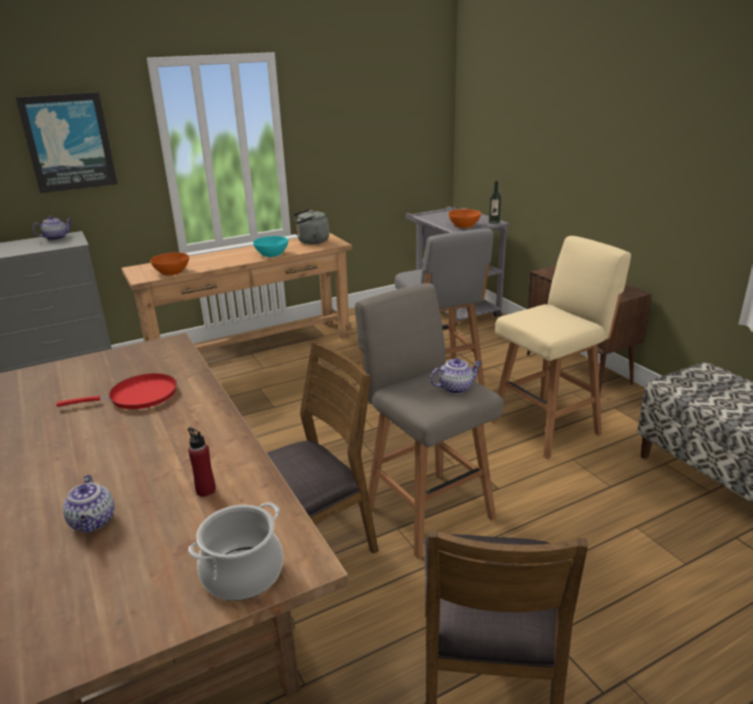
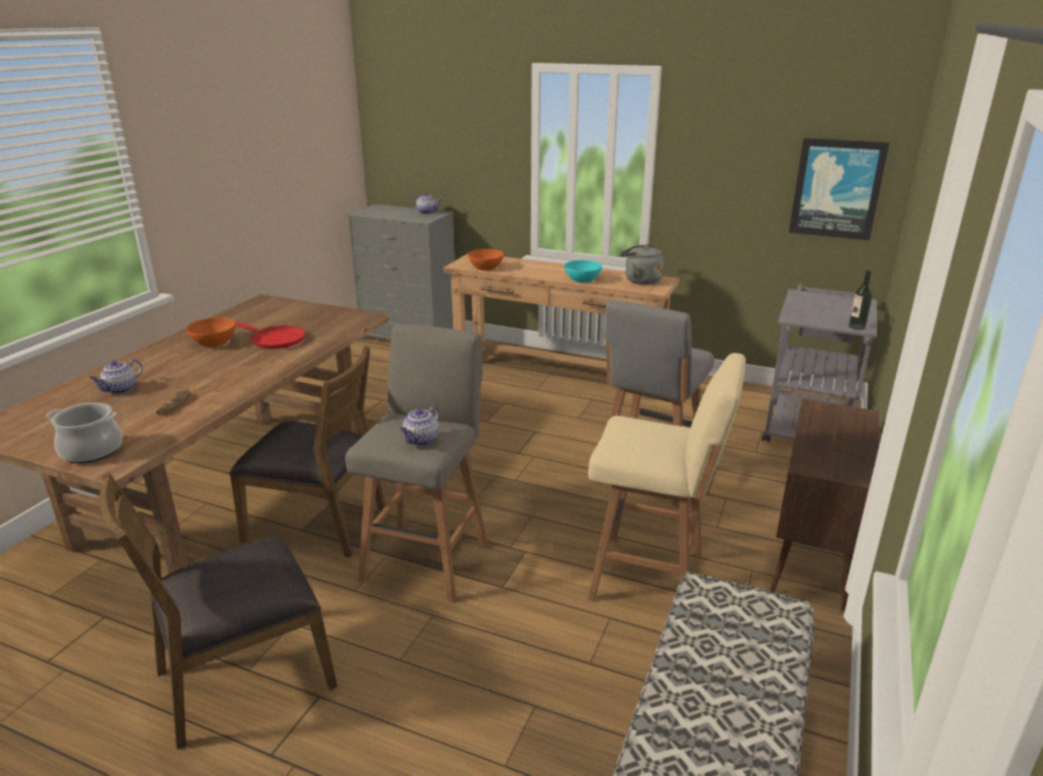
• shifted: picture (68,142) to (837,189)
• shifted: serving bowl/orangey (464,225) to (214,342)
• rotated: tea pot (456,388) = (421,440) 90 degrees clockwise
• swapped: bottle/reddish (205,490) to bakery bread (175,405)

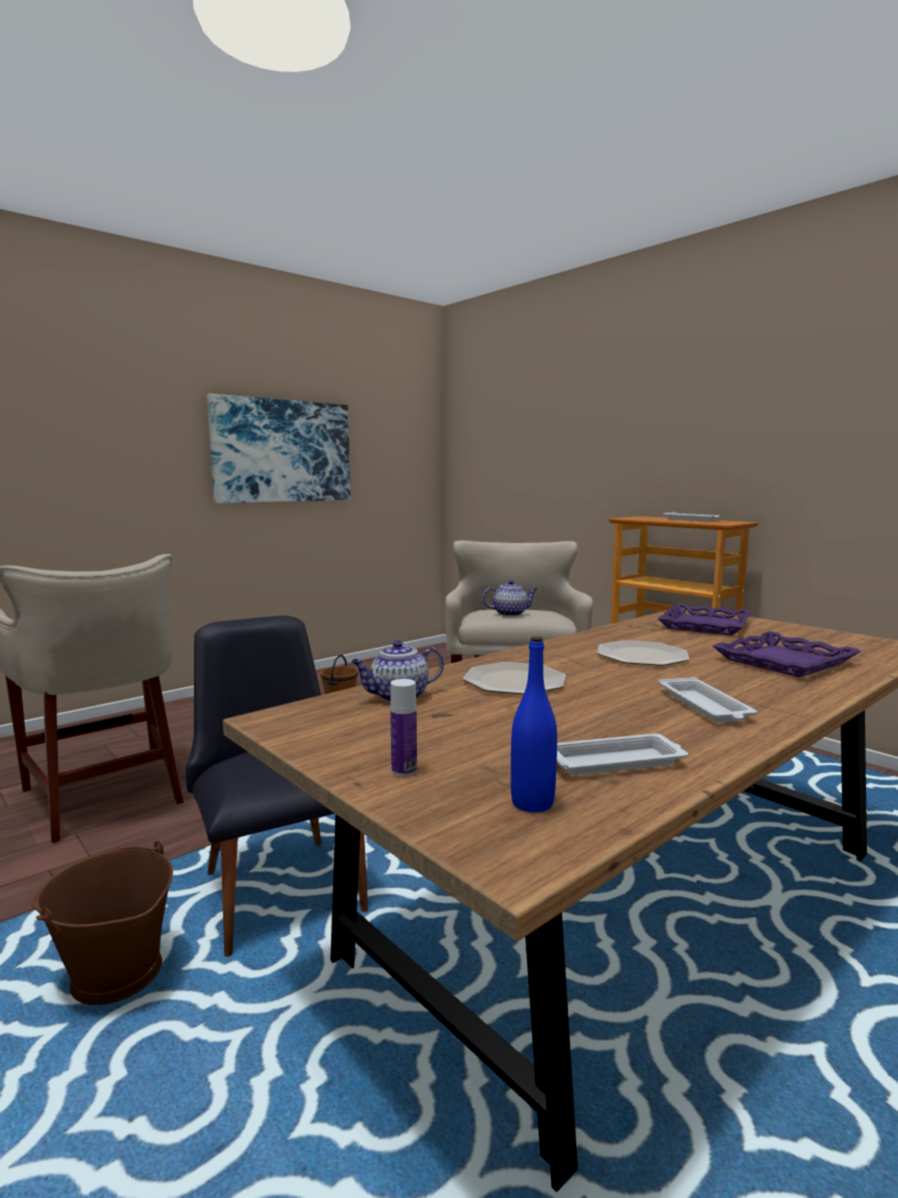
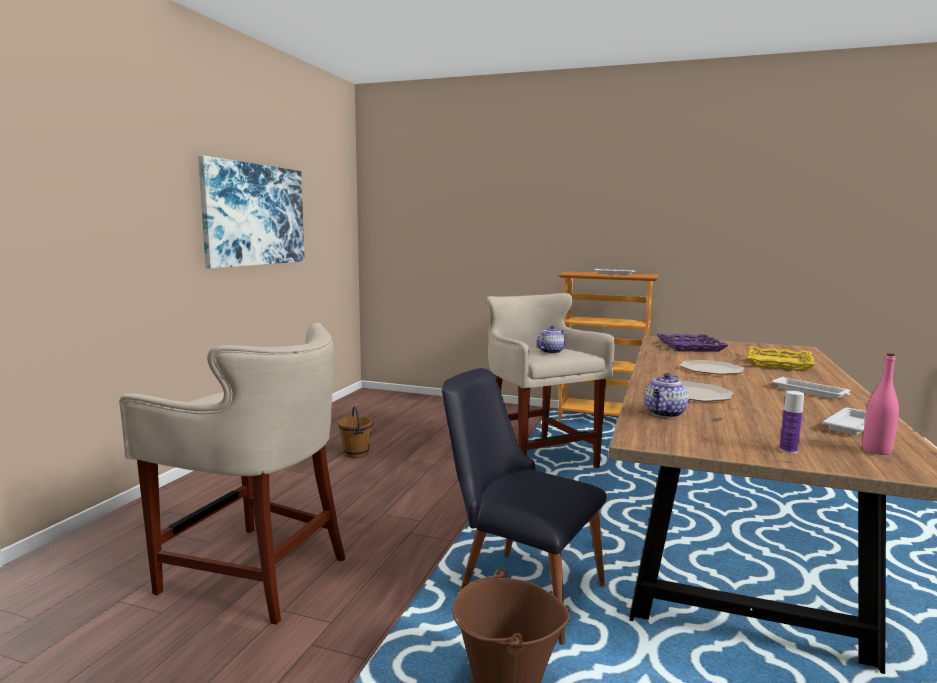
• repainted: tray/purple-coloured (783,661) to tray/yellow-coloured (778,363)
• repainted: bottle/blue-coloured (532,803) to bottle/pink-coloured (876,451)

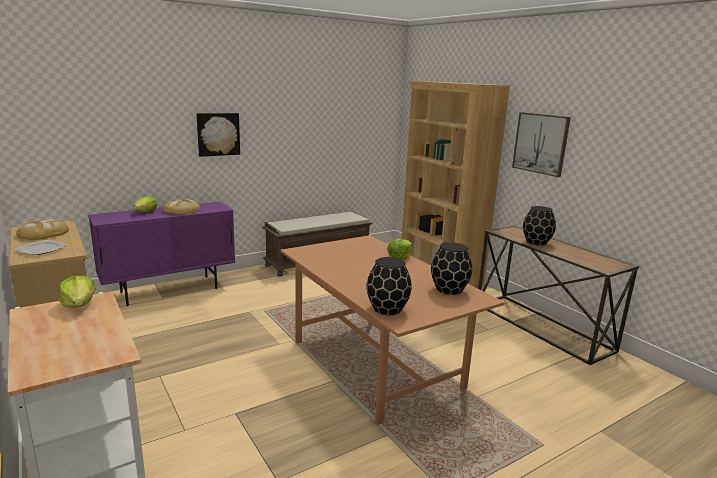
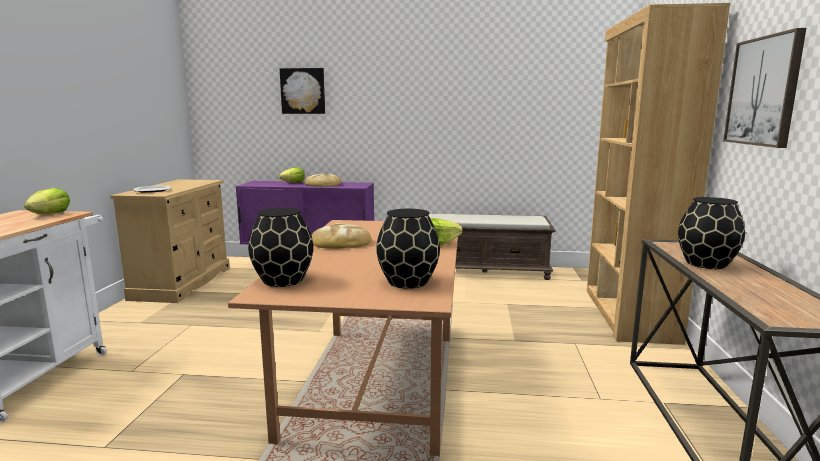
• shifted: picture (218,134) to (303,91)
• shifted: bakery bread (42,233) to (340,242)

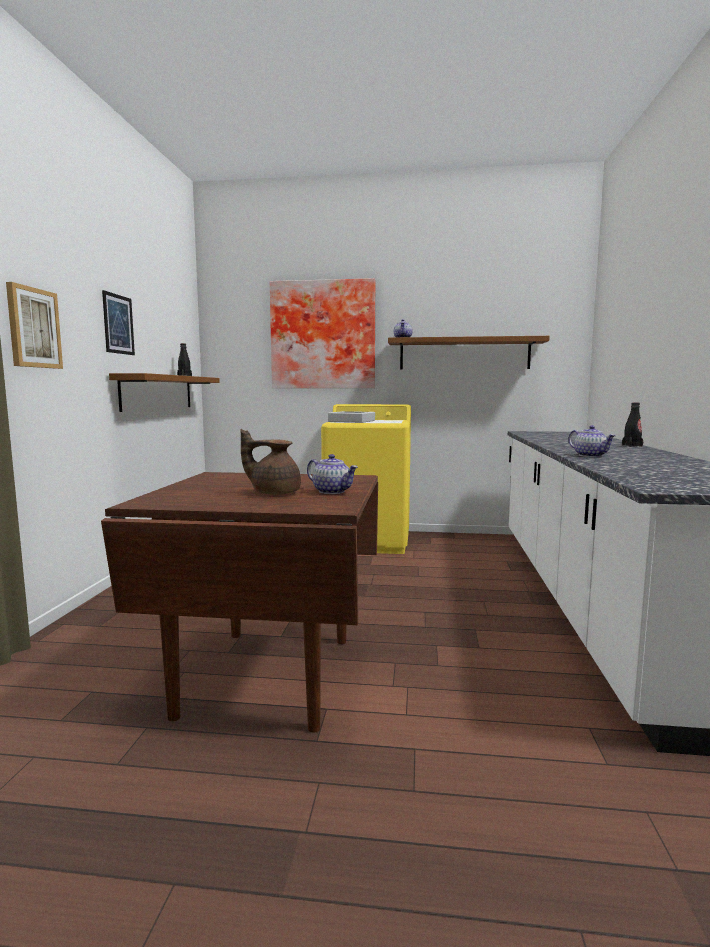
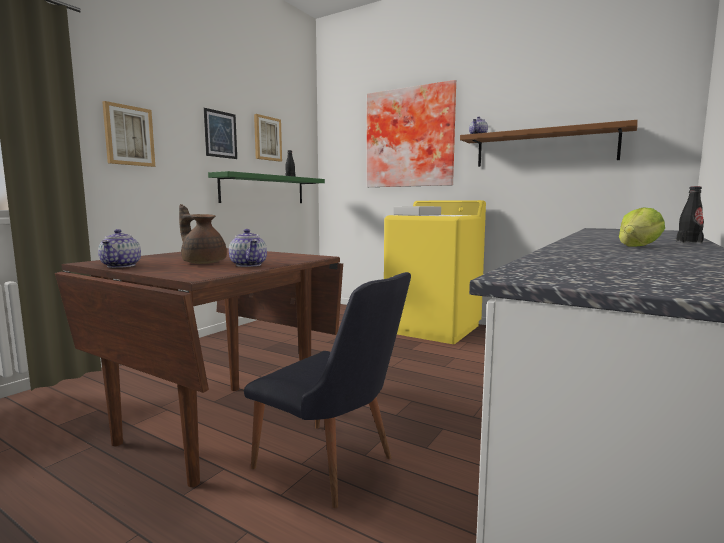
• repainted: shelf/brown (158,392) to shelf/greenish (264,189)
• shifted: tea pot (590,455) to (121,266)
• new: picture (267,138)
• new: lettuce head (638,246)
• new: chair/black (333,468)

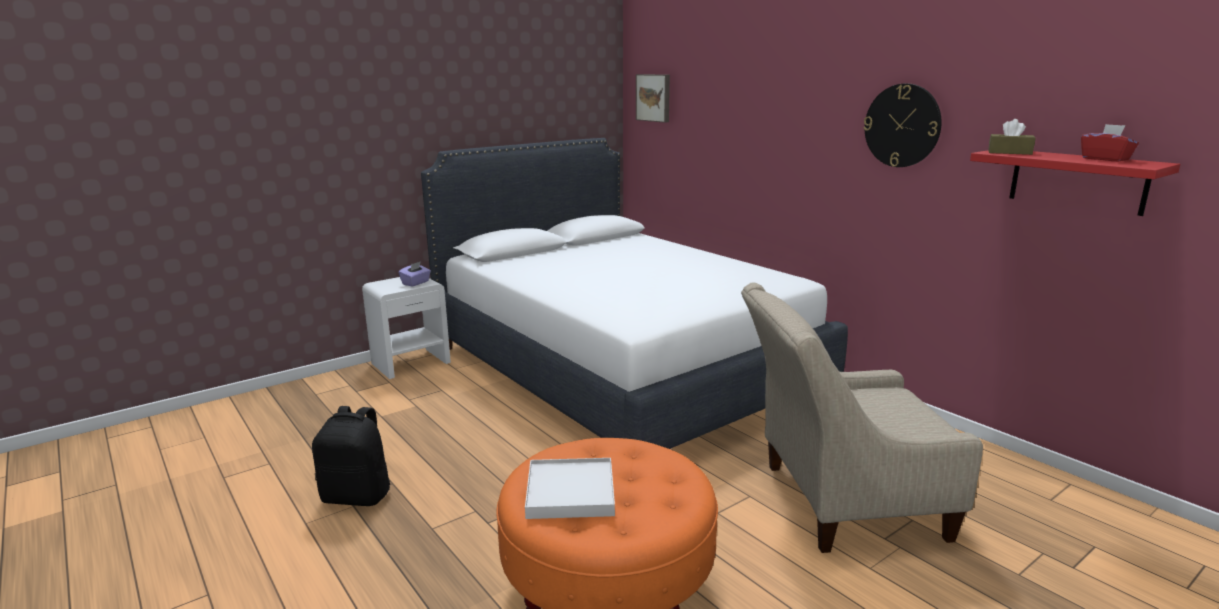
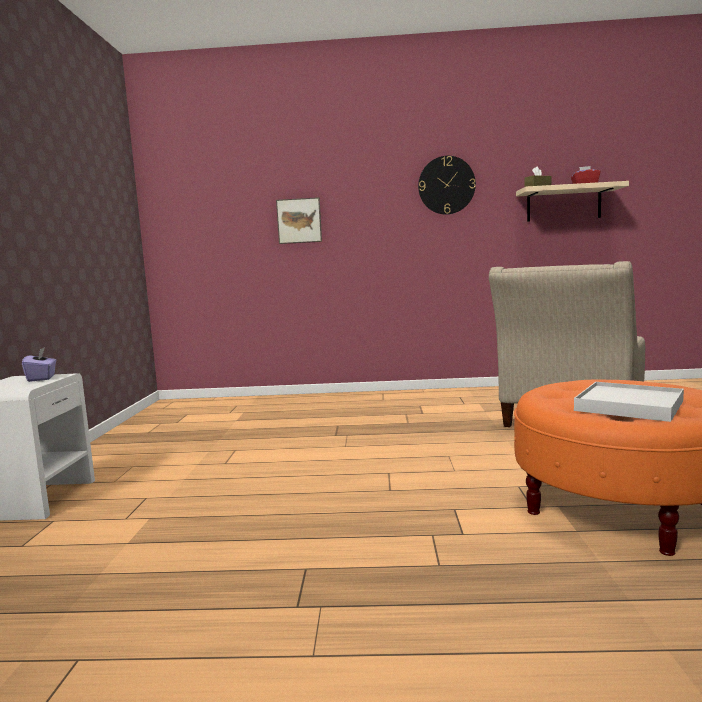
• shifted: picture (654,97) to (299,221)
• gone: bedroom bed/white (622,369)
• repainted: shelf/reddish (1077,181) to shelf/sand-coloured (563,204)
• gone: rucksack/black (357,496)

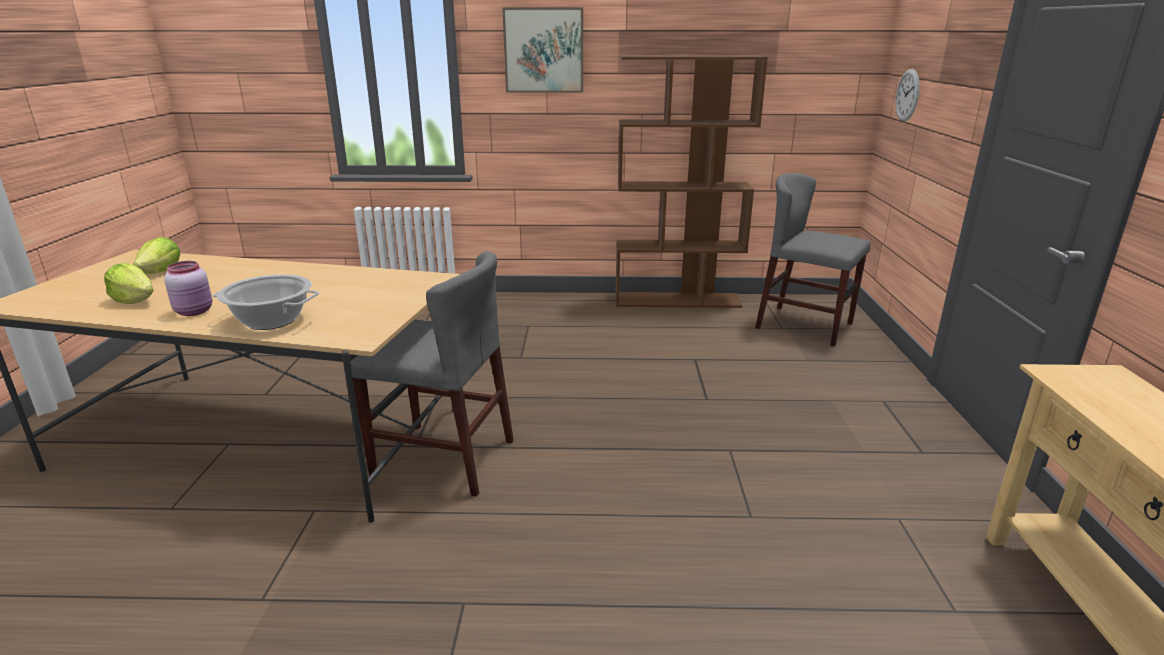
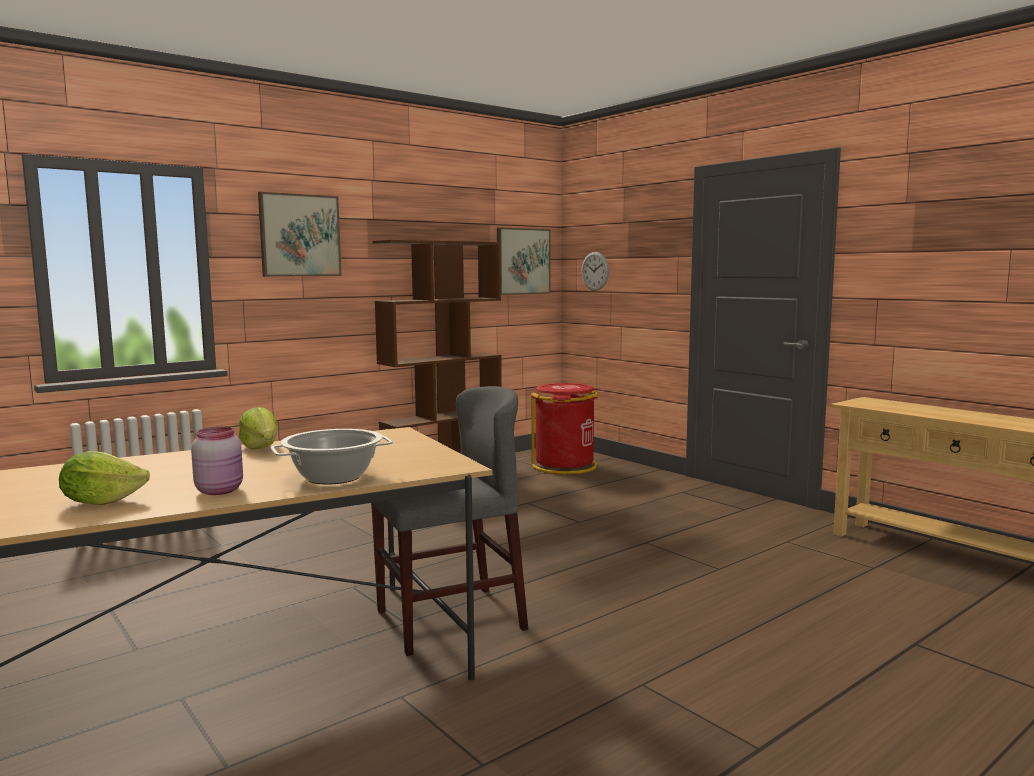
• swapped: chair/grey (804,325) to waste bin/reddish (565,466)
• shifted: lettuce head (162,272) to (261,447)
• new: picture (522,261)

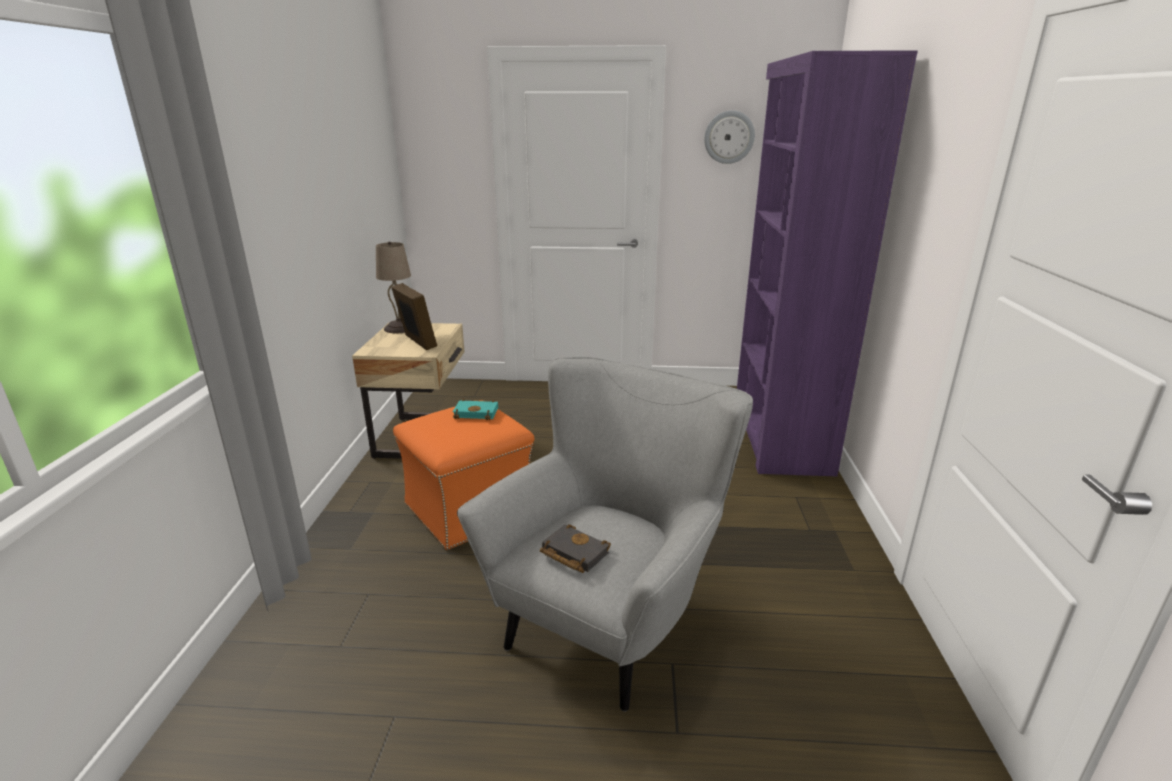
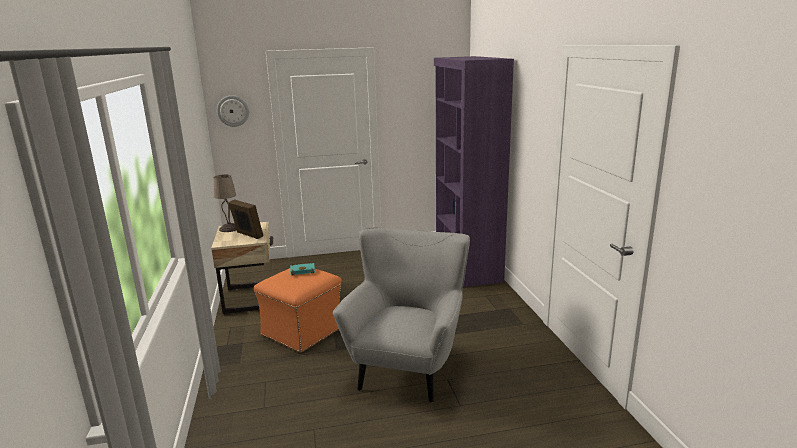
• shifted: wall clock (729,137) to (233,111)
• gone: bound book/black (572,553)

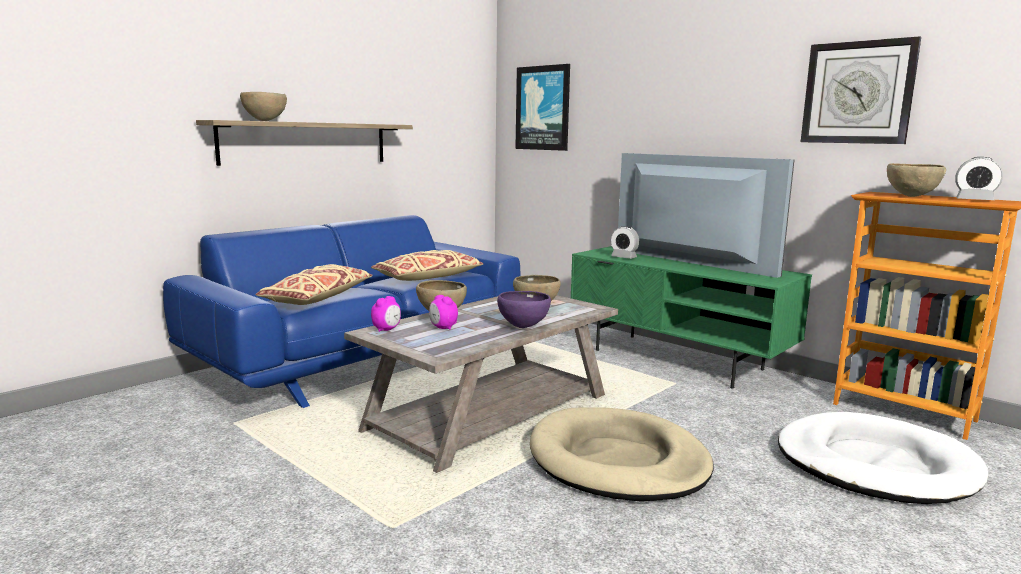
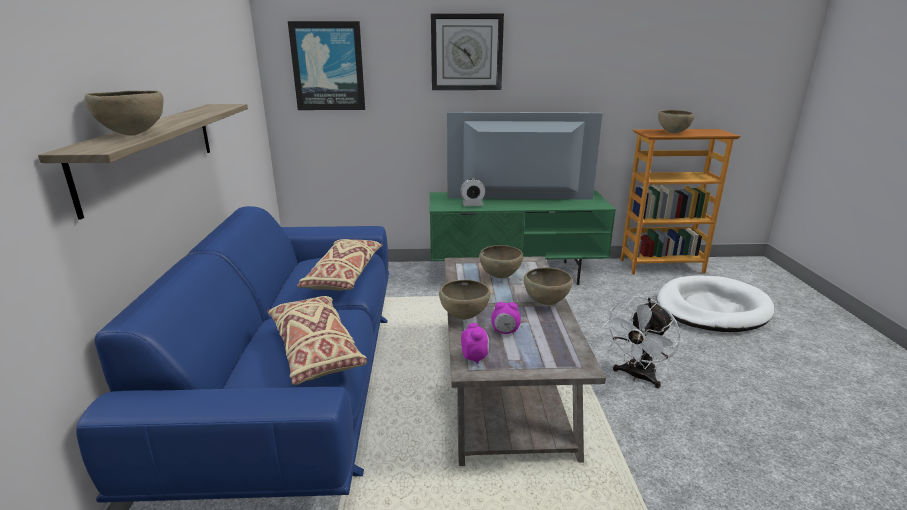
• shifted: wall clock (858,93) to (466,52)
• gone: alarm clock (974,200)
• repainted: serving bowl/purple-coloured (523,327) to serving bowl/brown (546,302)
• swapped: pet bed/sand-coloured (618,461) to cooling fan/white (637,376)

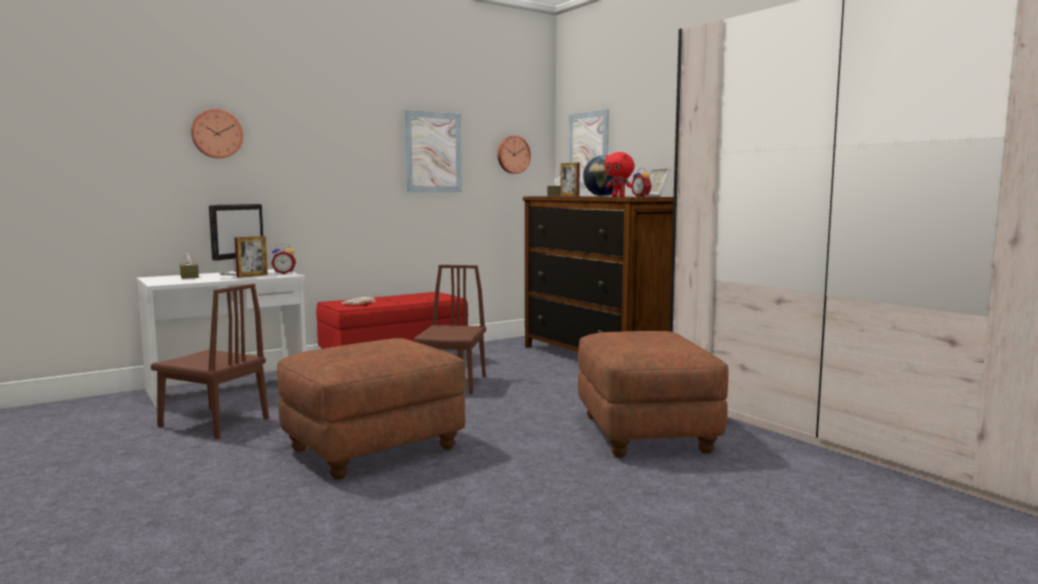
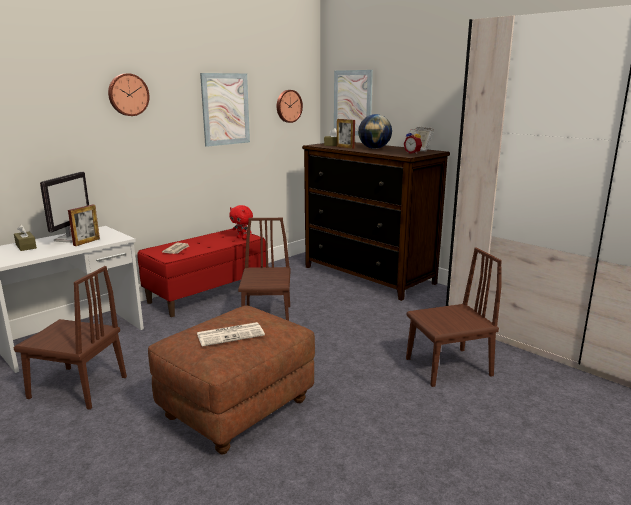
• shifted: wall clock (216,134) to (128,94)
• shifted: cuddly toy/reddish (619,196) to (242,238)
• gone: alarm clock (284,273)
• swapped: ottoman/brown (646,434) to chair/brown (448,367)
• new: newspaper (231,334)

